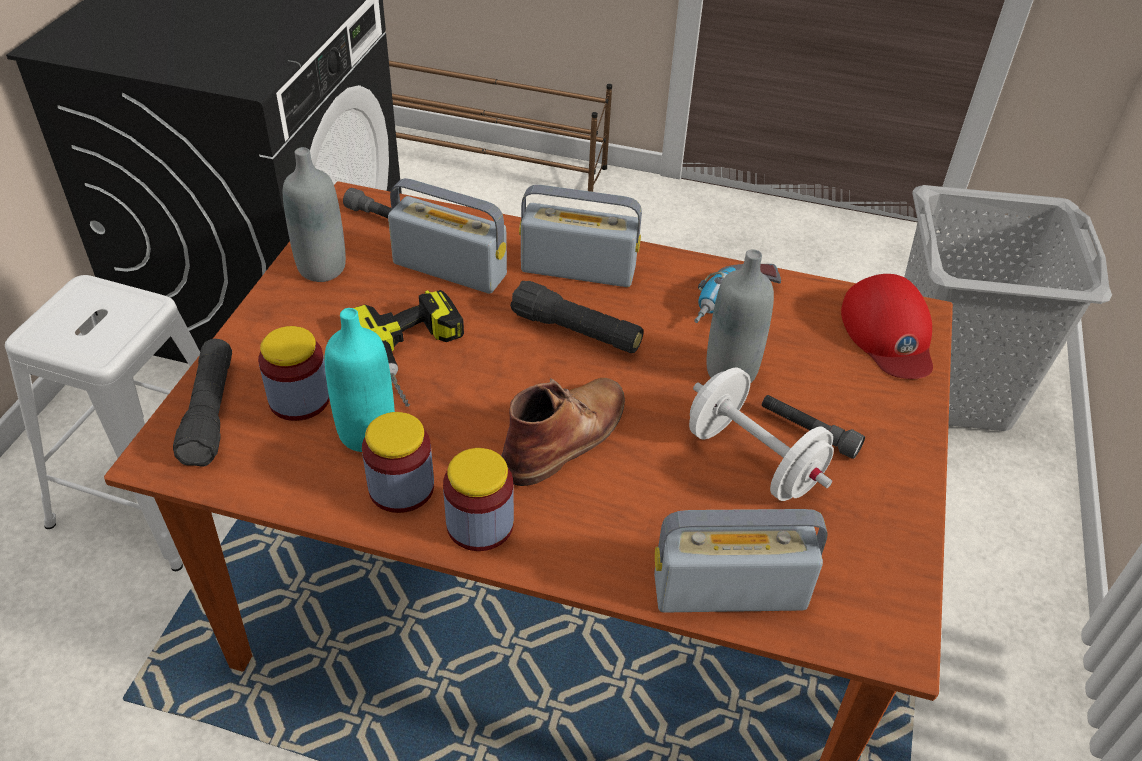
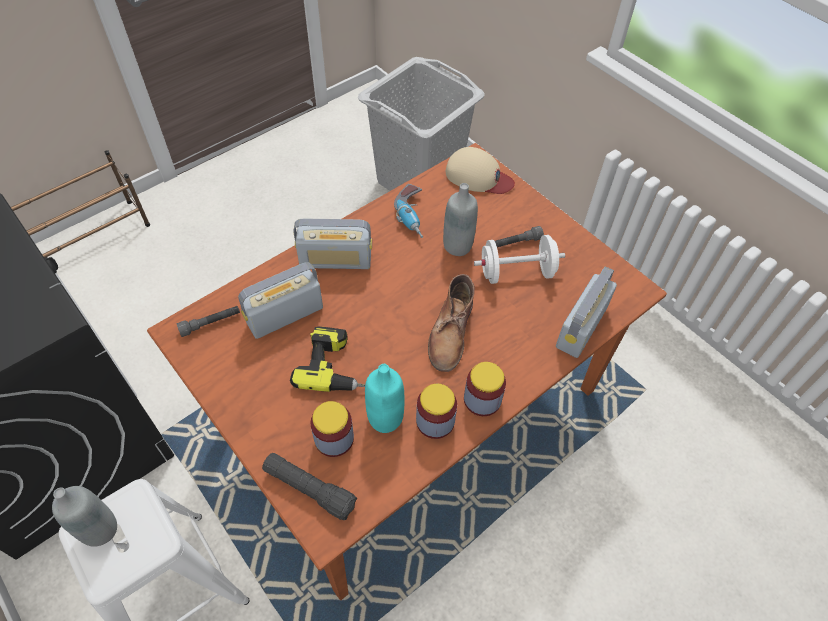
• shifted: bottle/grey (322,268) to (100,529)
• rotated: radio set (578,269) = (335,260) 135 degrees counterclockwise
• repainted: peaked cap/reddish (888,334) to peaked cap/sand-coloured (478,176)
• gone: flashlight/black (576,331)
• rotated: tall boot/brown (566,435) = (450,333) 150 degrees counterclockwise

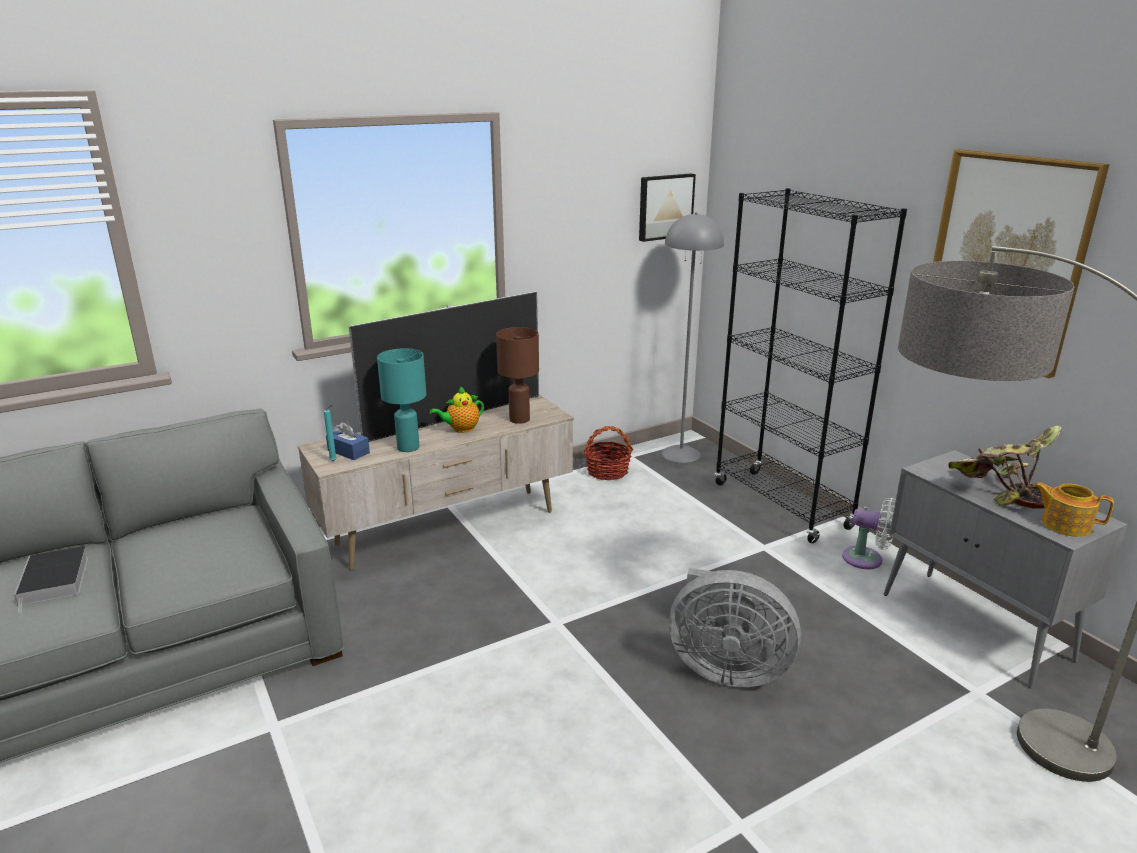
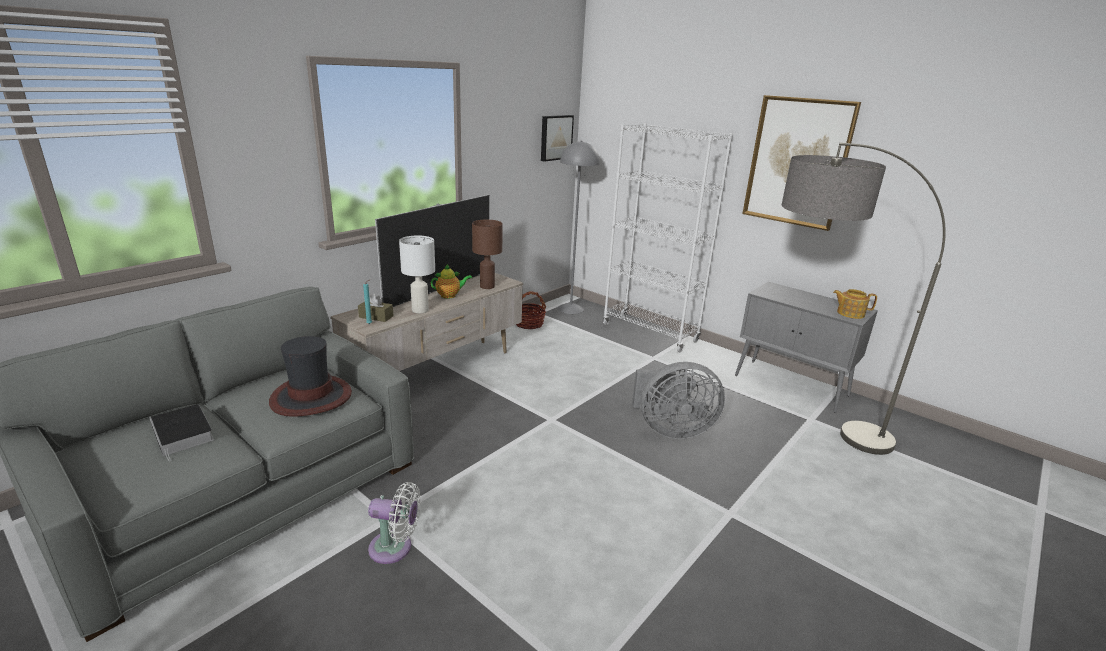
• repainted: shelving unit/black (781,506) to shelving unit/white (650,333)
• repainted: tabletop lamp/blue-green (408,448) to tabletop lamp/white (420,310)
• rotated: tea pot (461,429) = (450,295) 150 degrees counterclockwise
• repainted: tissue holder/blue-coloured (348,451) to tissue holder/brown (376,316)
• gone: potted plant (998,492)
• shifted: cooling fan/white (867,559) to (395,548)
• new: hat (310,397)

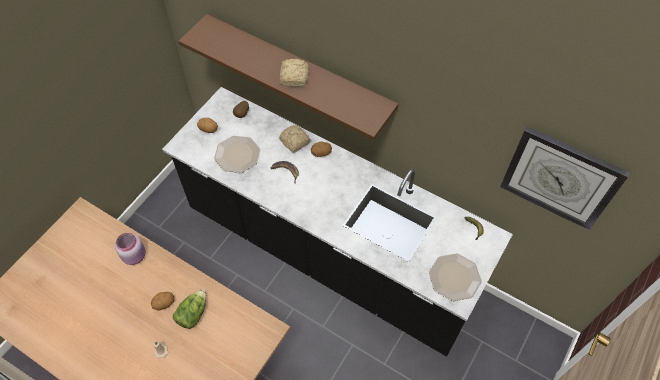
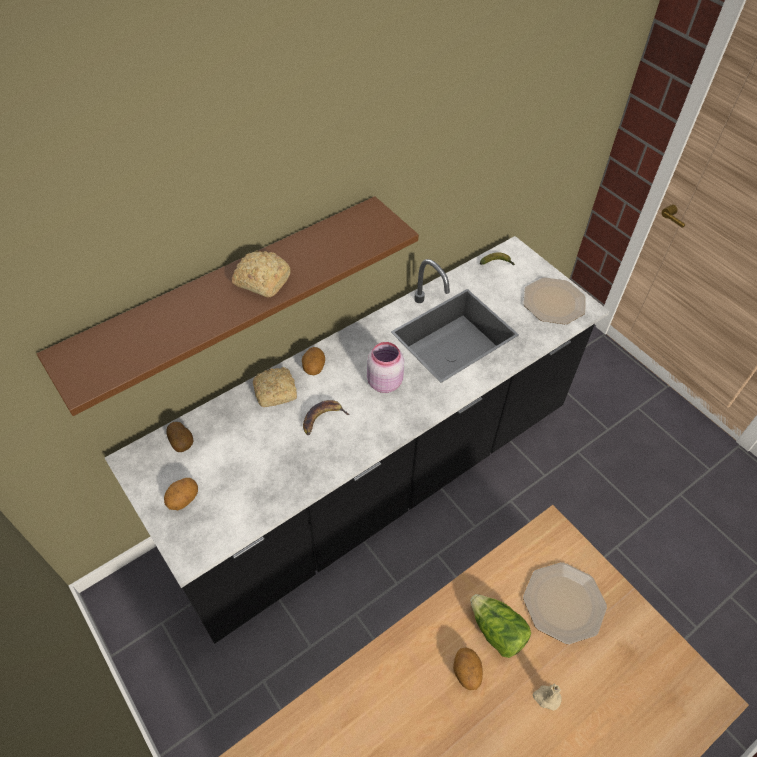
• gone: wall clock (560,178)
• shifted: plate (237,155) to (564,602)
• shifted: jar/pink-coloured (135,255) to (384,381)

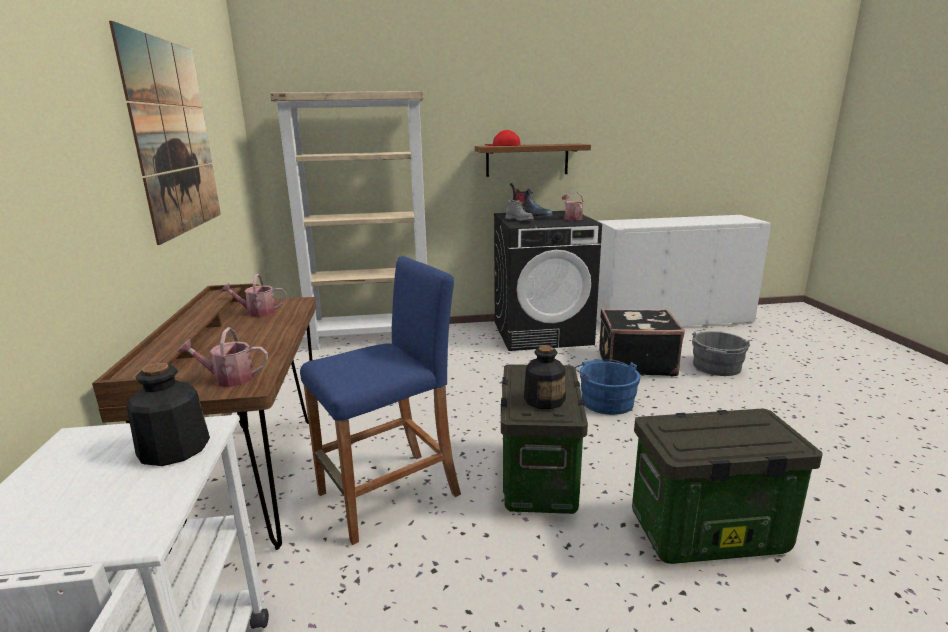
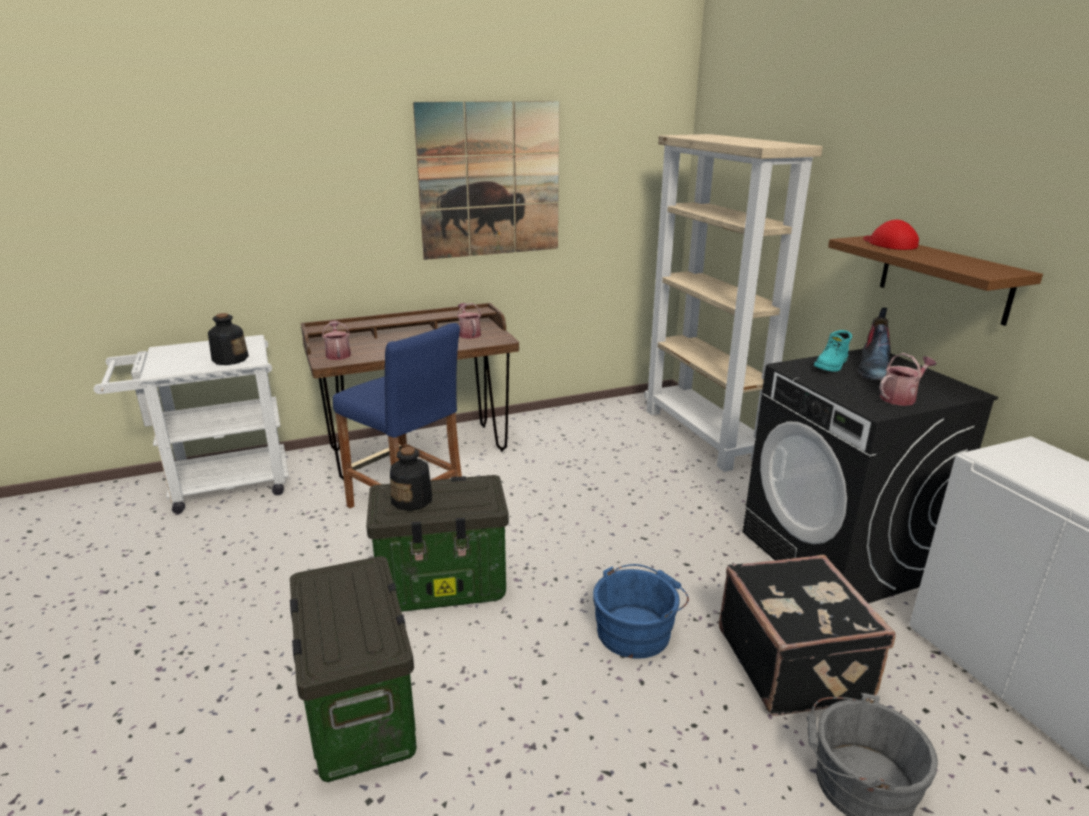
• repainted: tall boot/grey (519,220) to tall boot/blue-green (831,365)

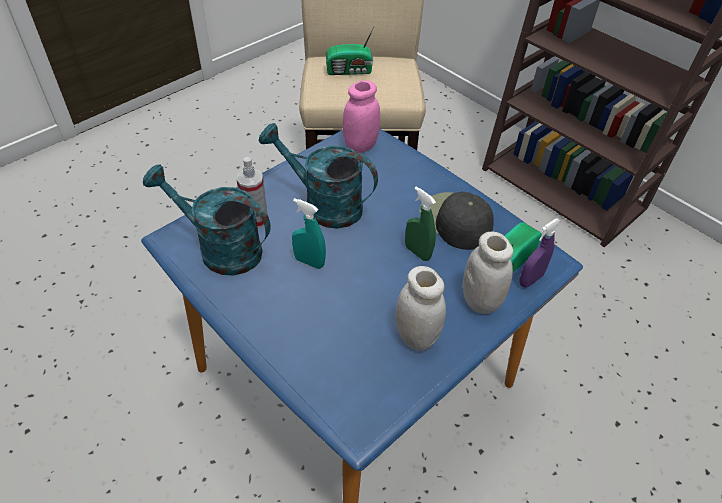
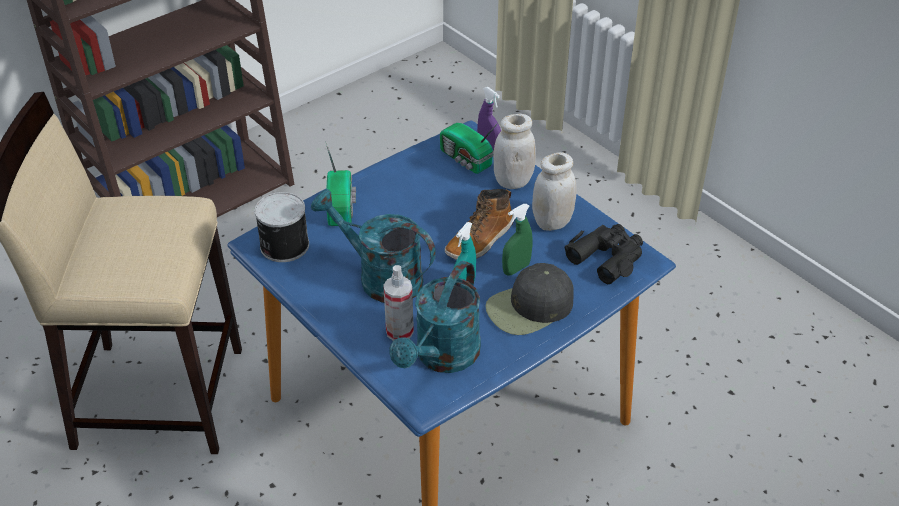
• shifted: radio set (350,71) to (342,206)
• swapped: jar/pink-coloured (360,146) to metal can (283,245)
• rotated: watering can/blue-green (323,205) = (380,277) 90 degrees clockwise
• shifted: sprayer/greenish (417,252) to (516,268)
• shifted: peaked cap/black (454,221) to (529,308)
• new: tall boot (480,240)
• new: field glasses/black (607,257)

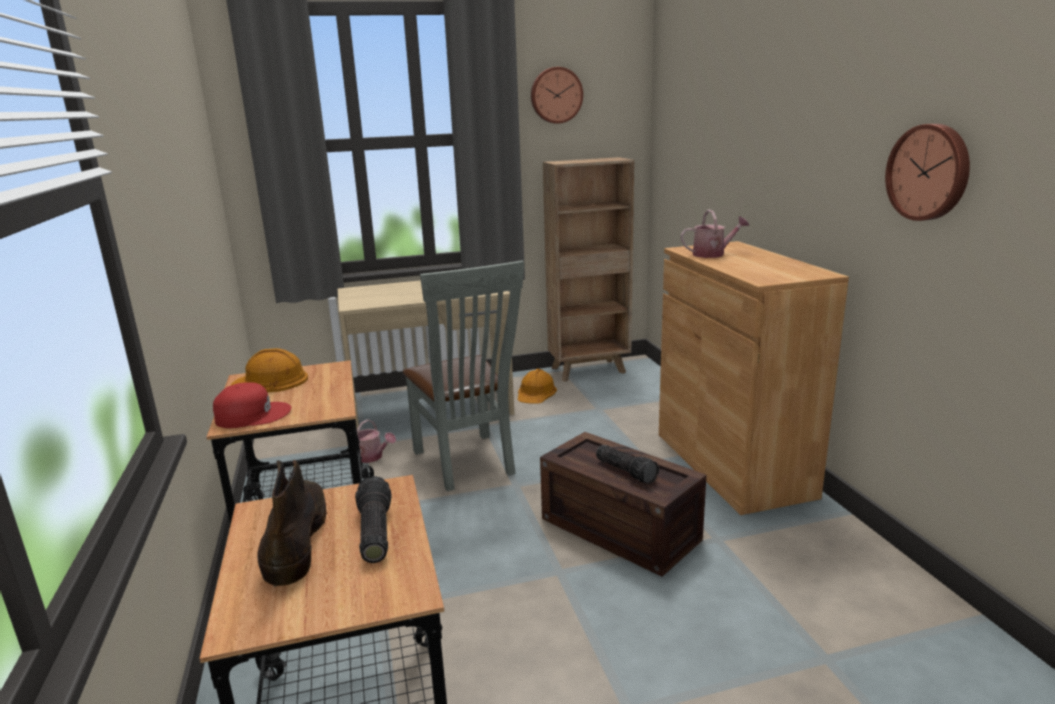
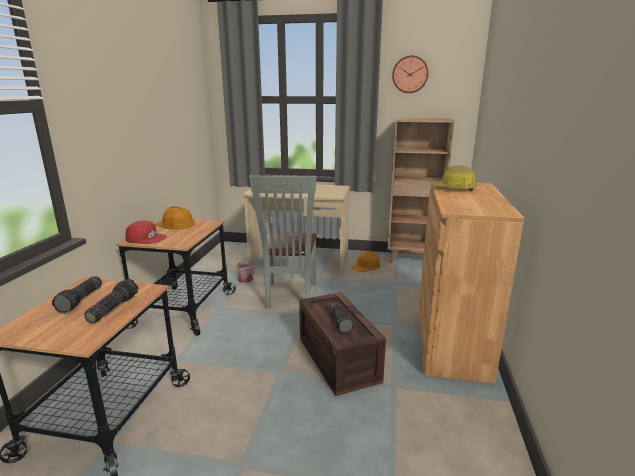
• gone: wall clock (929,172)
• swapped: watering can (713,254) to safety helmet (454,189)
• swapped: tall boot/brown (296,537) to flashlight (81,300)

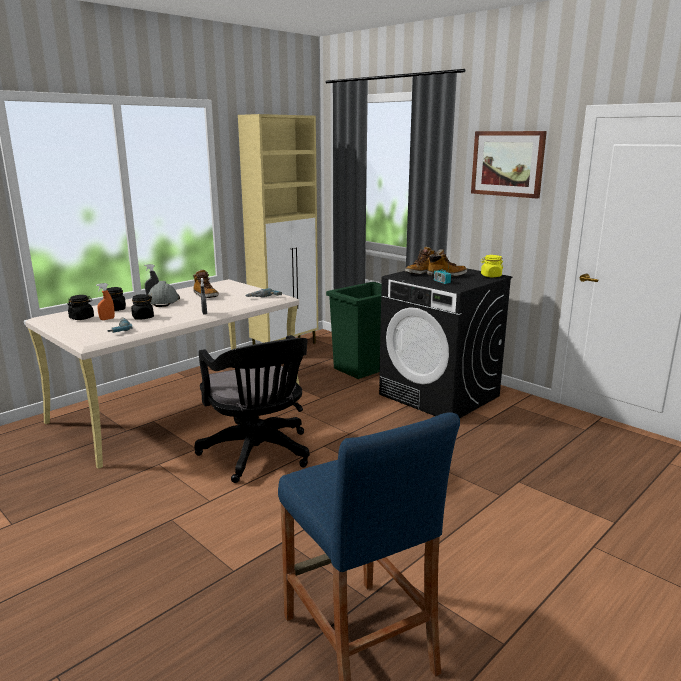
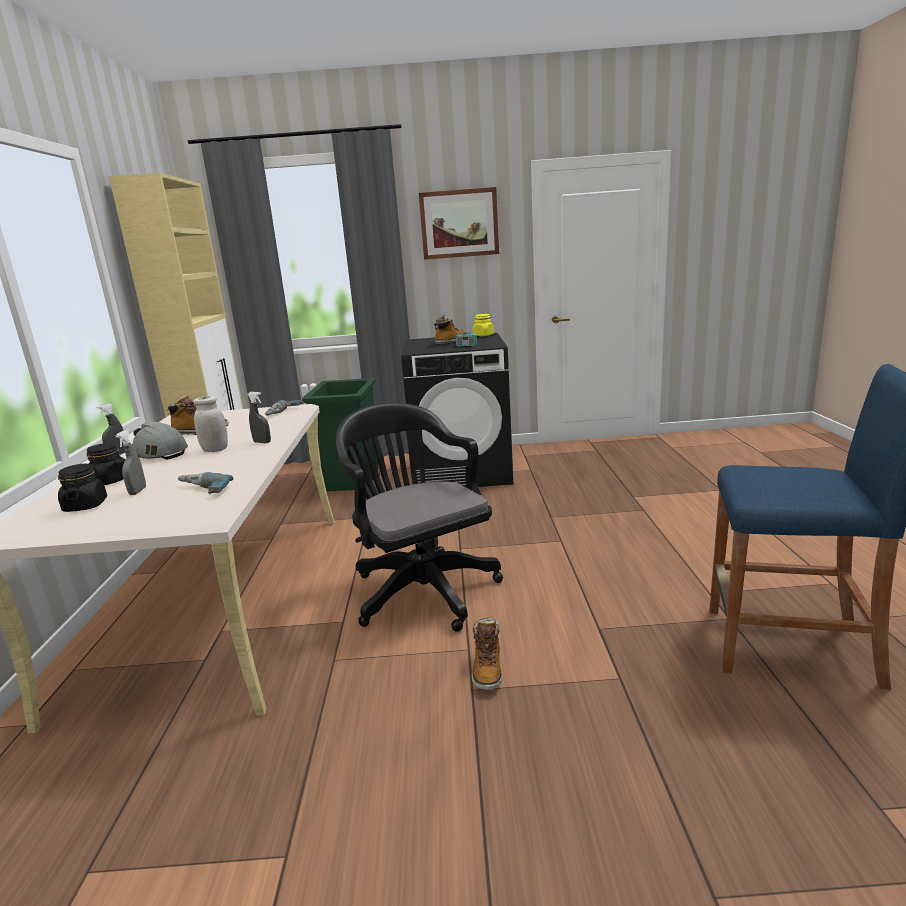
• shifted: tall boot (420,272) to (487,669)
• repainted: sprayer/orangey (107,319) to sprayer/grey (138,491)
• gone: jar/black (143,317)
• rotated: desk chair/black (258,455) = (421,588) 135 degrees counterclockwise
• new: jar/white (215,450)

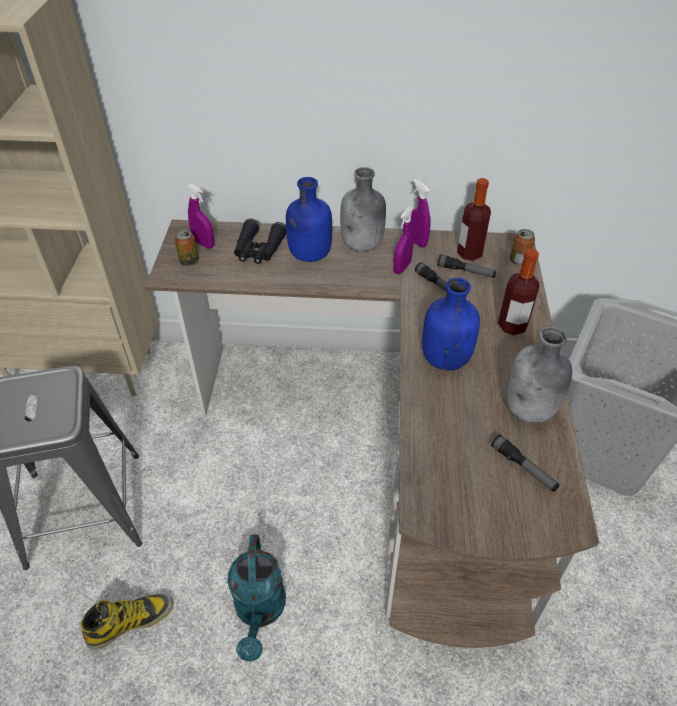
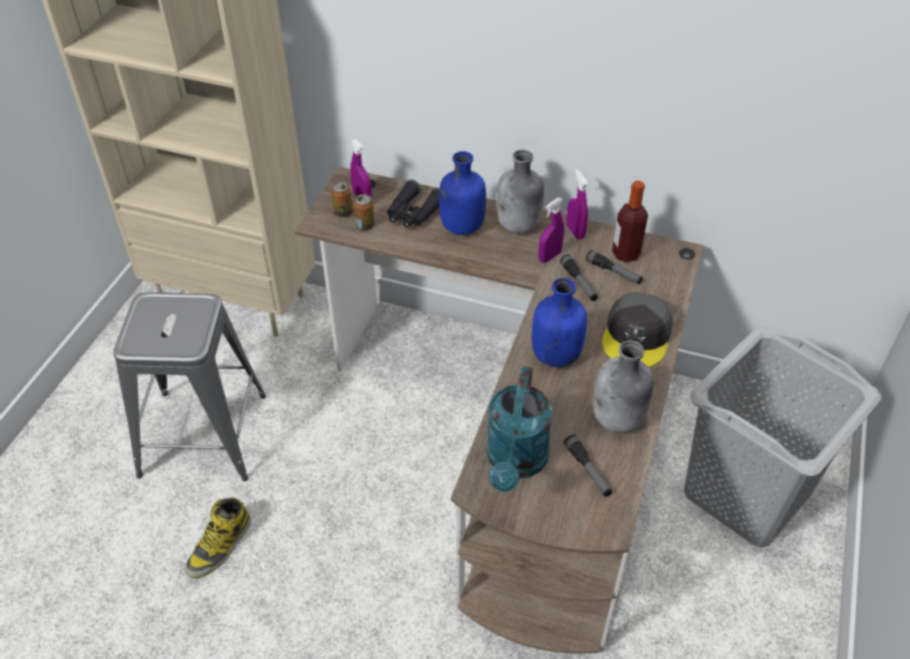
• shifted: metal can (519,261) to (365,225)
• swapped: bottle (512,326) to peaked cap/grey (637,336)
• shifted: watering can/blue-green (260,611) to (515,463)
• rotated: tall boot (130,621) = (220,546) 135 degrees clockwise

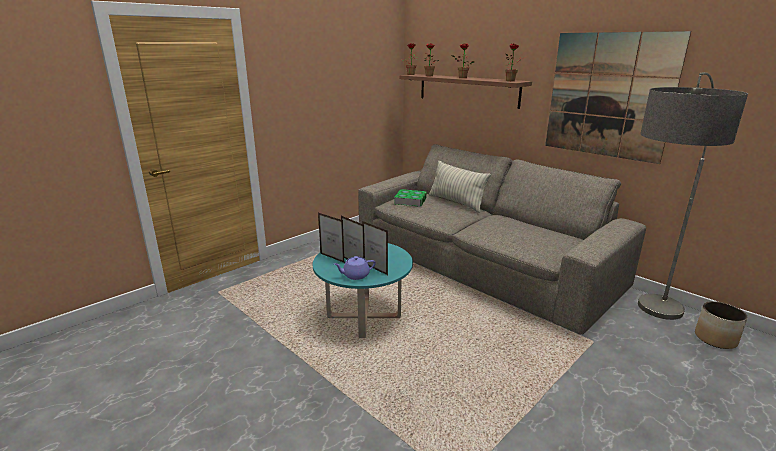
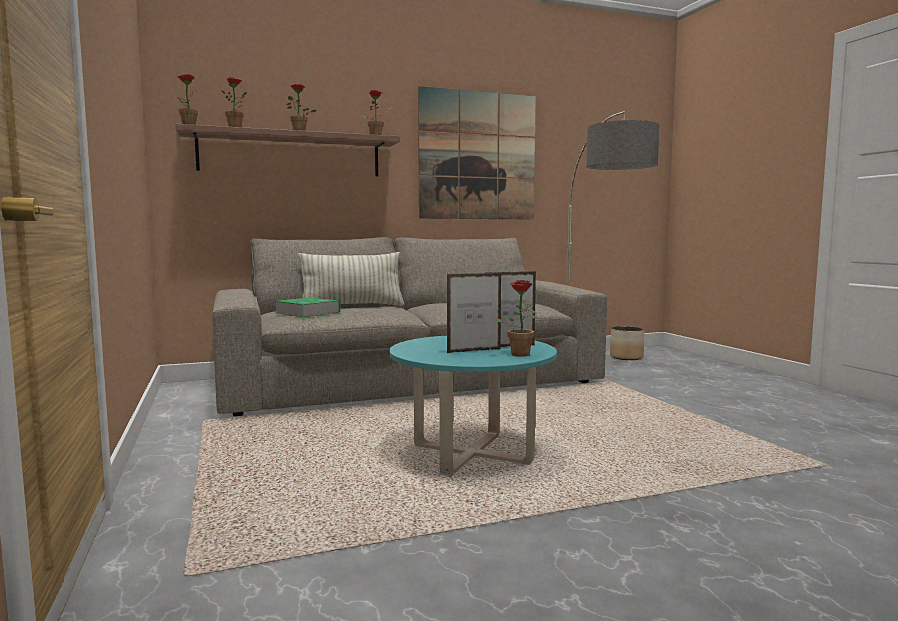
• gone: picture frame (332,258)
• swapped: tea pot/purple-coloured (355,275) to potted plant (520,353)

